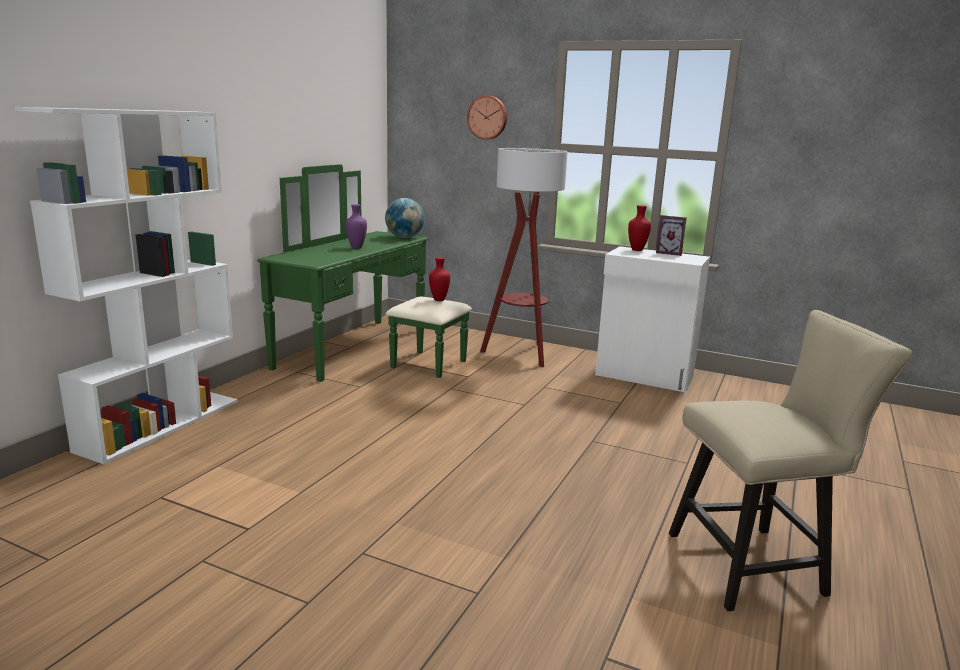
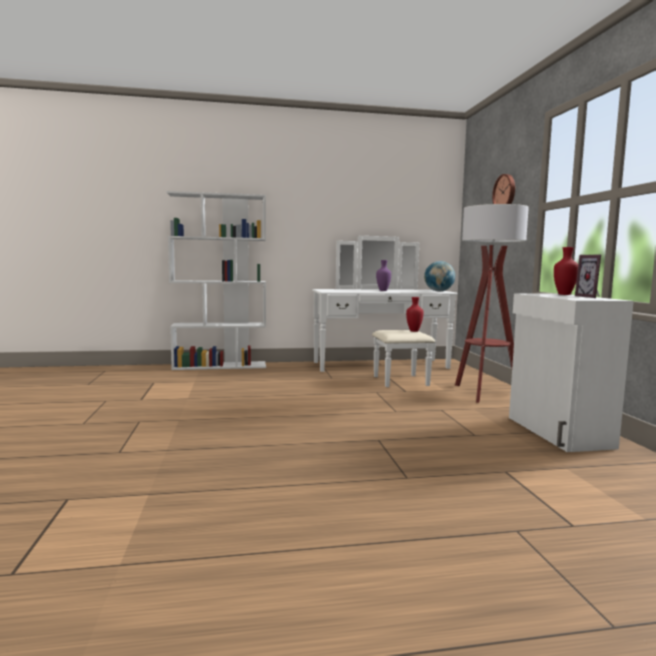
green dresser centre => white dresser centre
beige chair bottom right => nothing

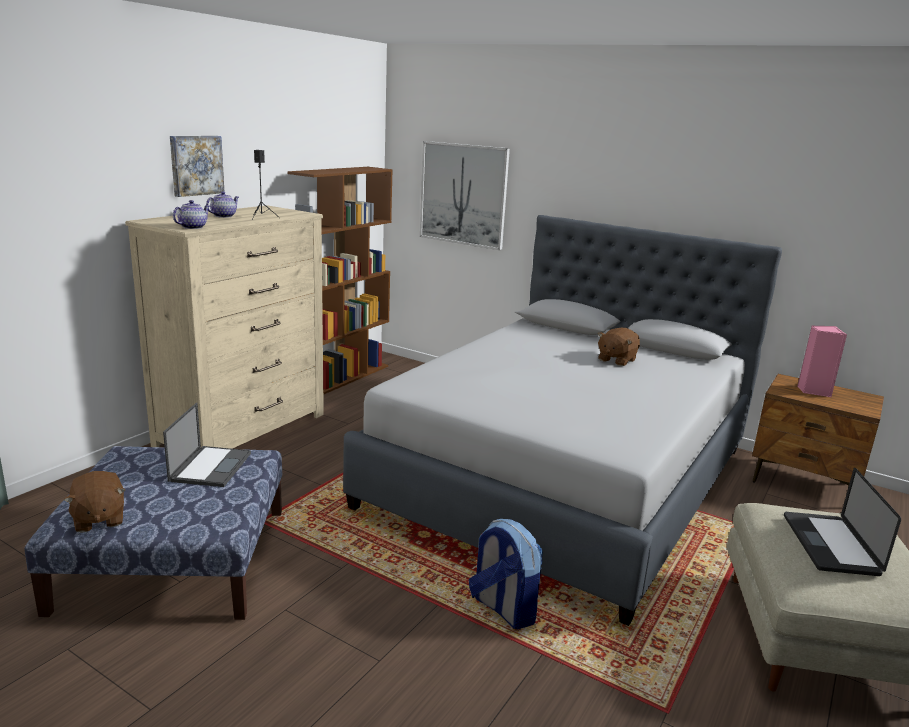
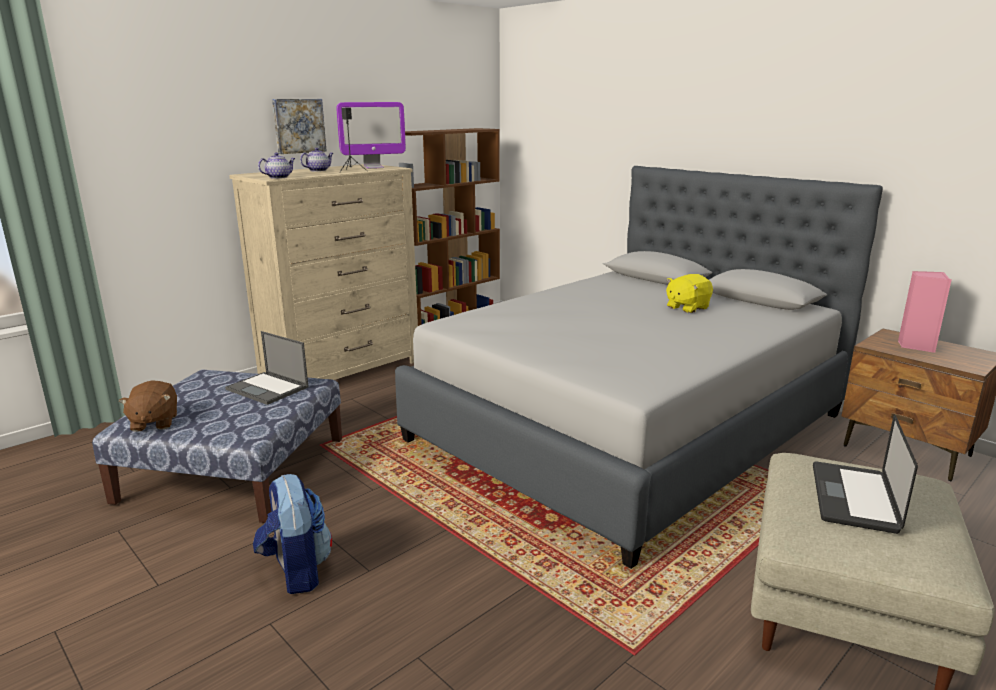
picture (no. 2 from left) top centre => nothing
brown plush toy (no. 2 from left) middle right => yellow plush toy middle right
laptop (no. 1 from left) middle left, 105 degrees clockwise
backpack bottom centre => backpack bottom left, shifted
nothing => monitor top centre

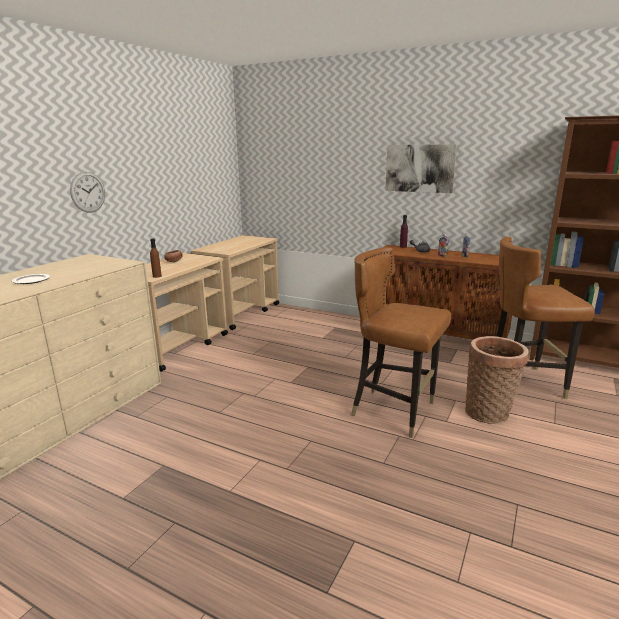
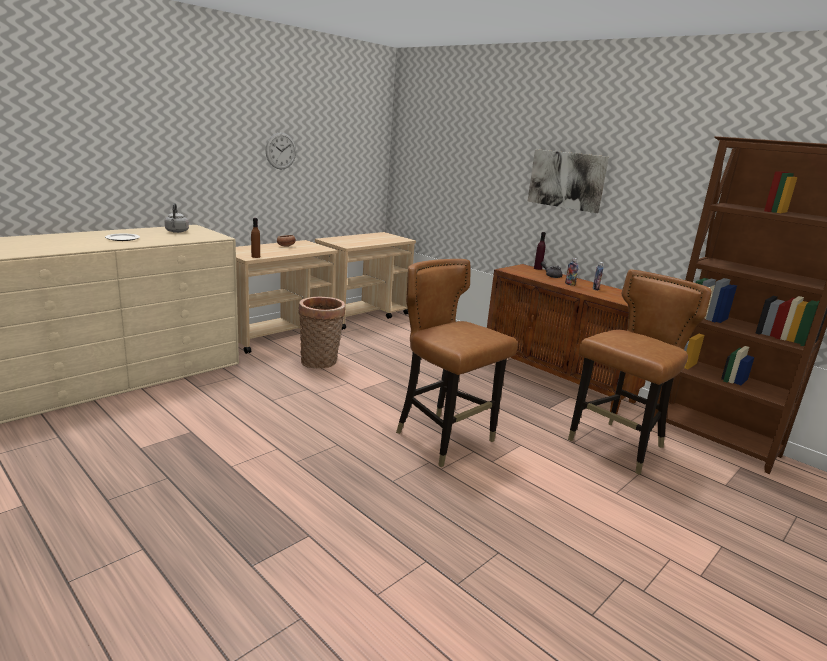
wall clock top left => wall clock top centre, shifted
brown chair (no. 2 from left) middle right, 120 degrees clockwise
basket middle right => basket centre, shifted
nothing => grey kettle top left

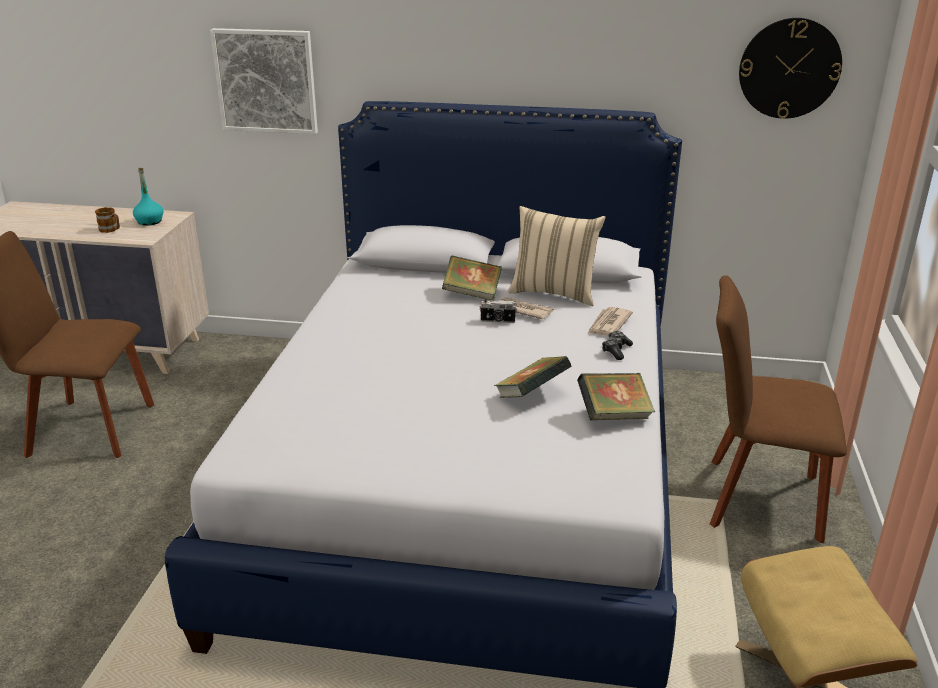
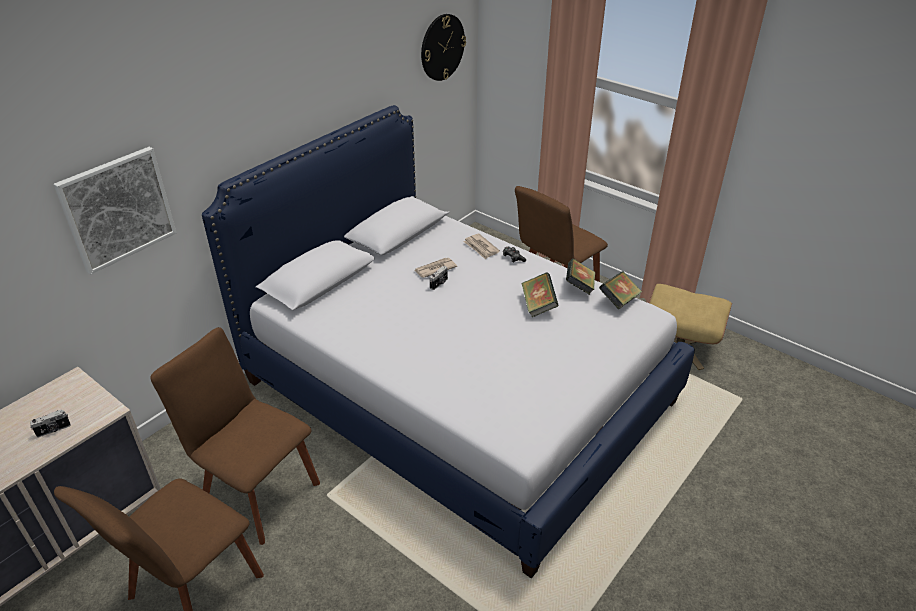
turquoise bottle top left => nothing
beige pillow centre => nothing
mug top left => photo camera (no. 1 from left) bottom left
book (no. 1 from left in the first image) centre => book (no. 3 from left) middle right, shifted
nothing => brown chair (no. 2 from left) bottom left

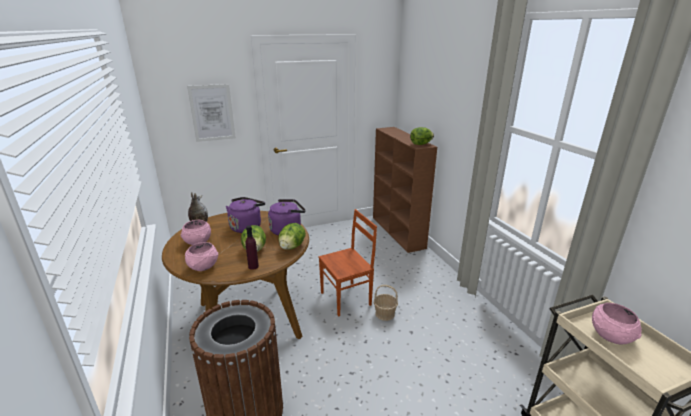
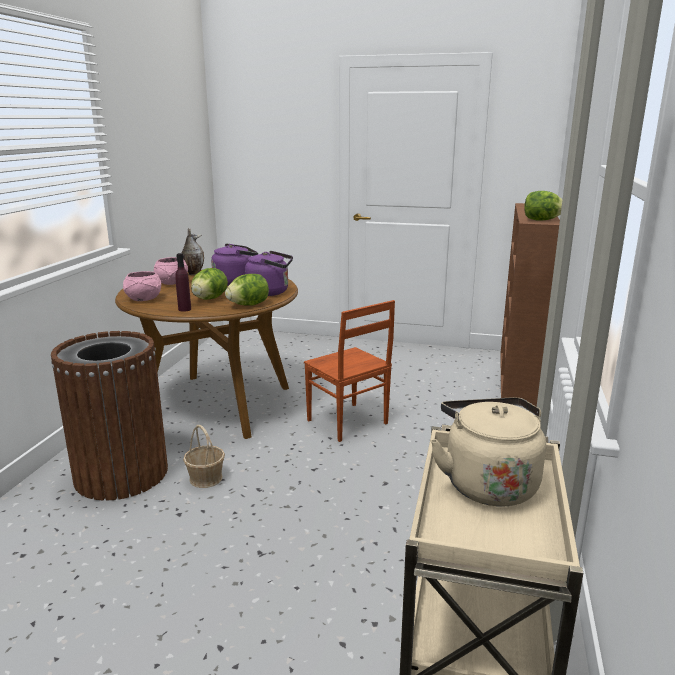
picture top left => nothing
brown chair centre, 45 degrees clockwise
basket bottom centre => basket bottom left, shifted
pink bowl (no. 3 from left) bottom right => beige kettle bottom right

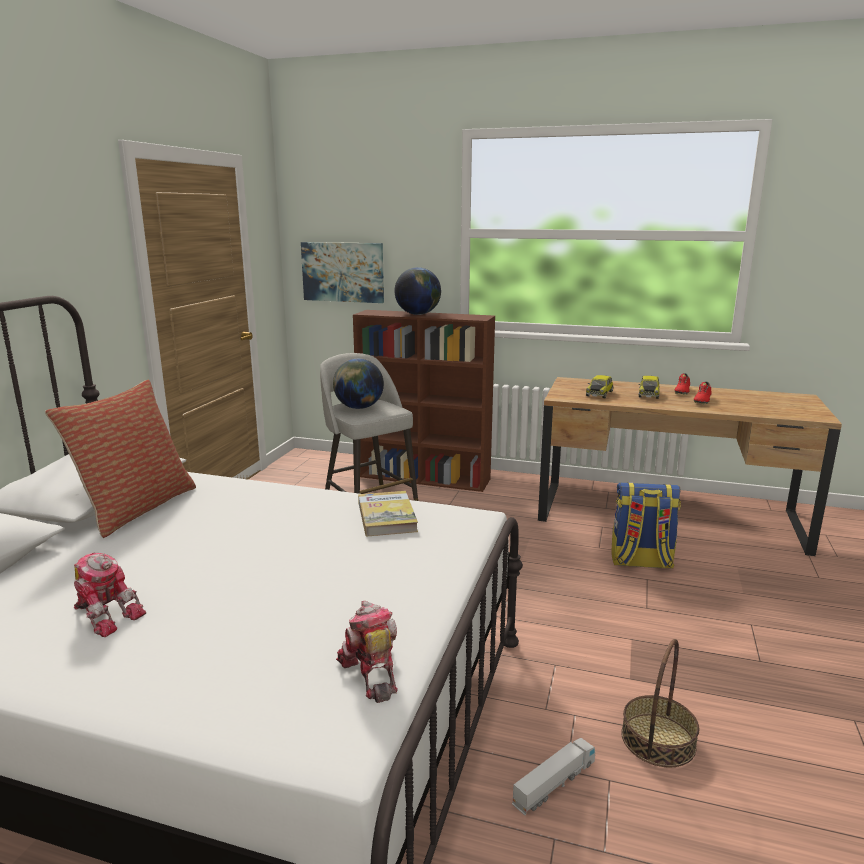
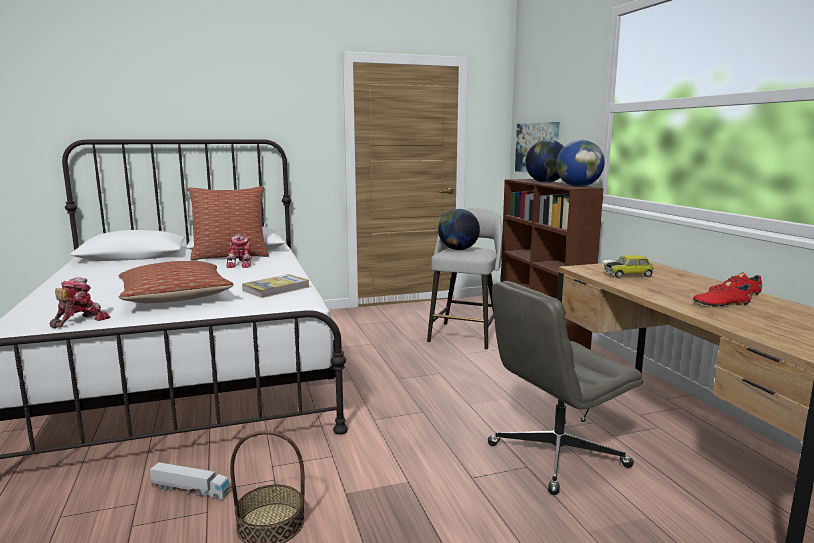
toy car (no. 2 from left) middle right => nothing
backpack middle right => grey office chair bottom right
toy robot (no. 1 from left in the first image) bottom left => toy robot (no. 2 from left) middle left, shifted
nothing => globe (no. 3 from left) top right
nothing => pillow (no. 1 from left) middle left

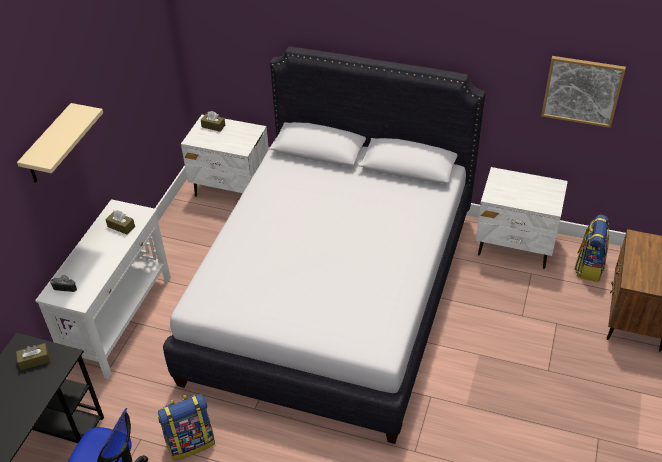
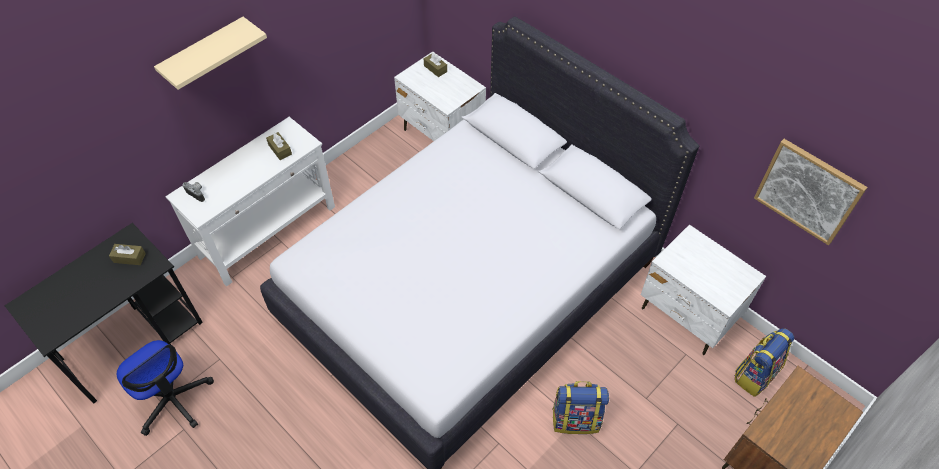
backpack (no. 1 from left) bottom left => backpack (no. 1 from left) bottom centre, shifted

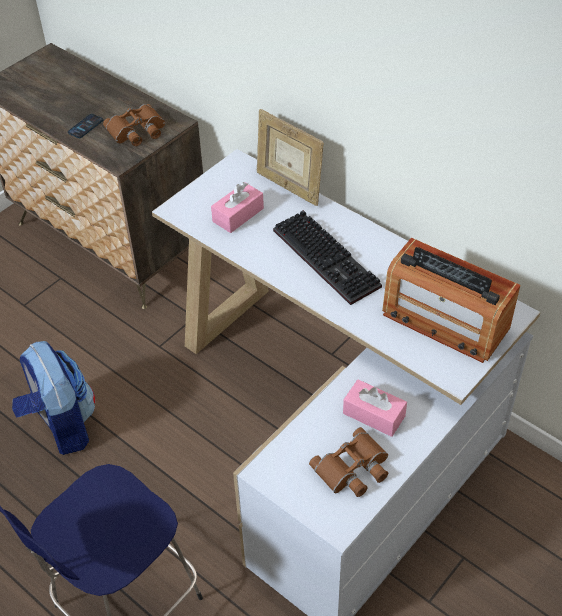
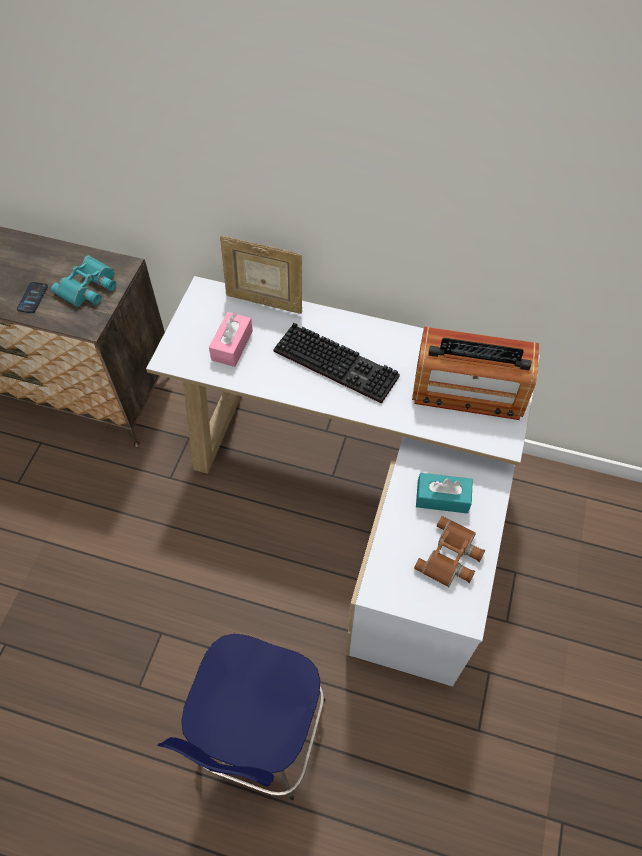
brown binoculars (no. 1 from left) top left => turquoise binoculars top left
backpack middle left => nothing
pink tissue box (no. 2 from left) middle right => turquoise tissue box middle right

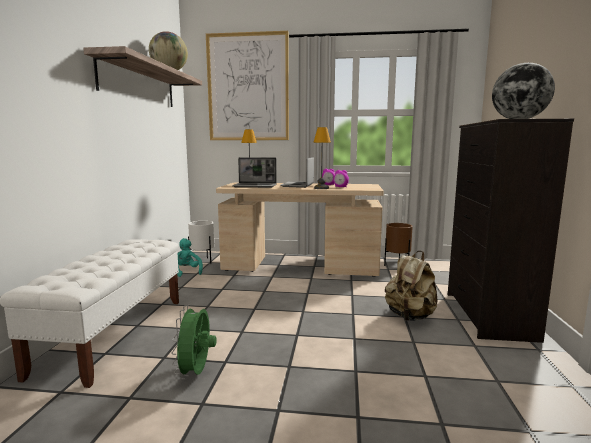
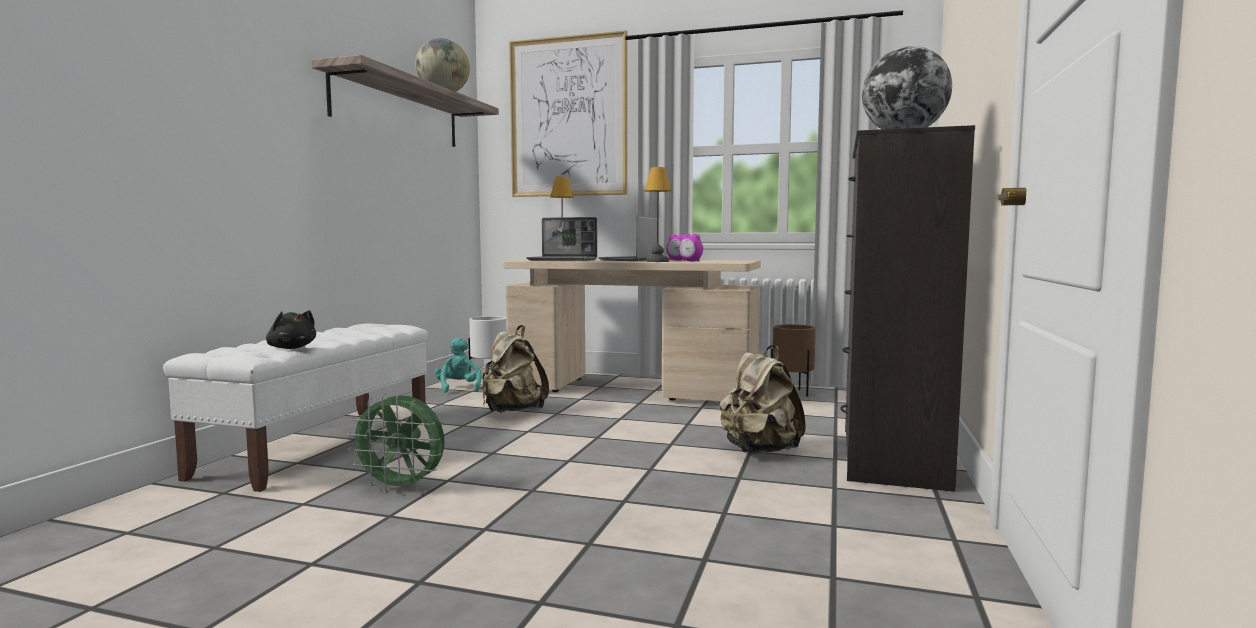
green fan bottom left, 90 degrees counterclockwise
nothing => black plush toy middle left
nothing => beige backpack (no. 1 from left) centre

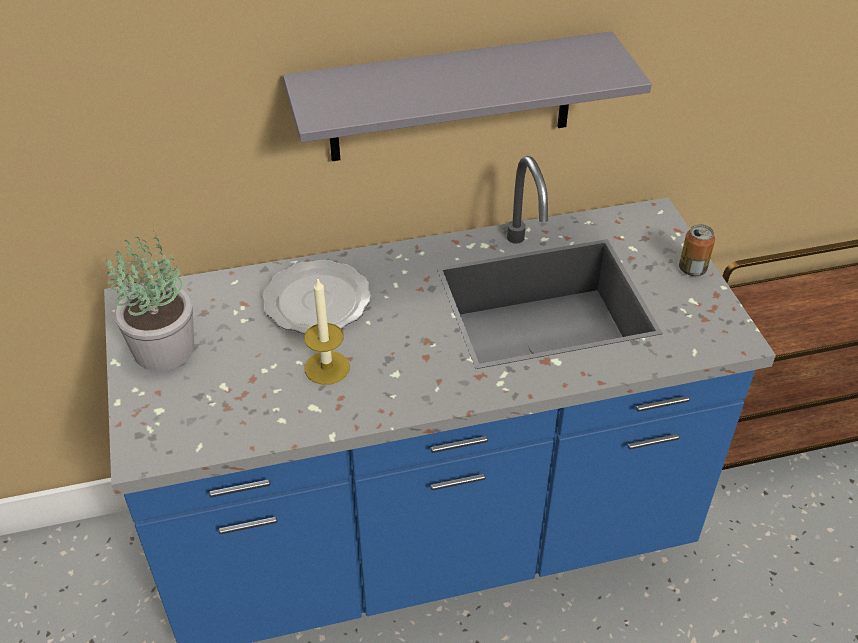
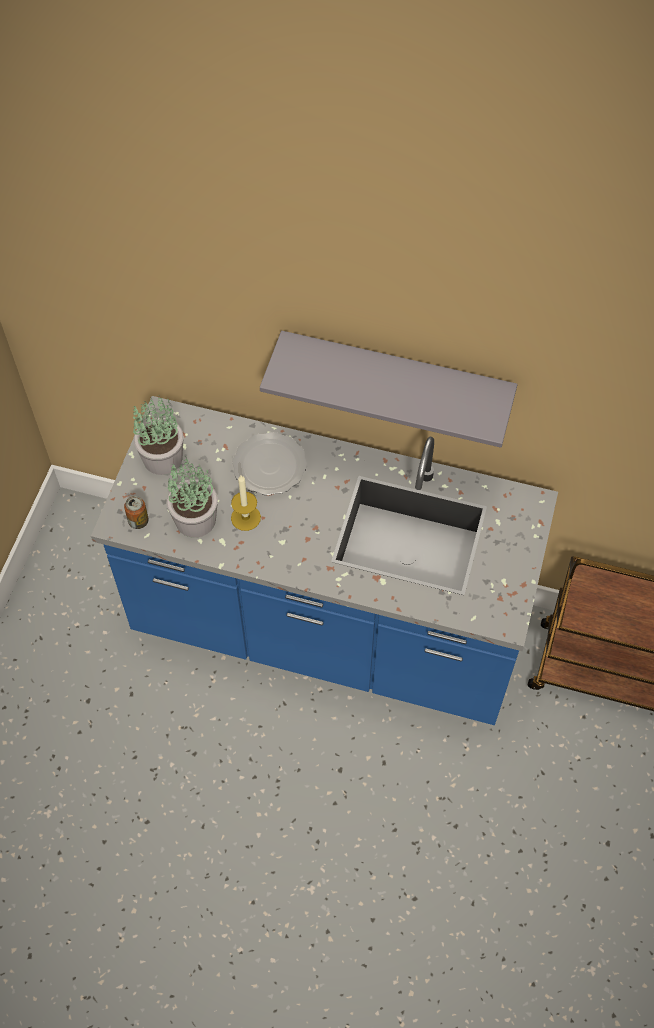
can middle right => can middle left, shifted
nothing => potted plant (no. 2 from left) middle left

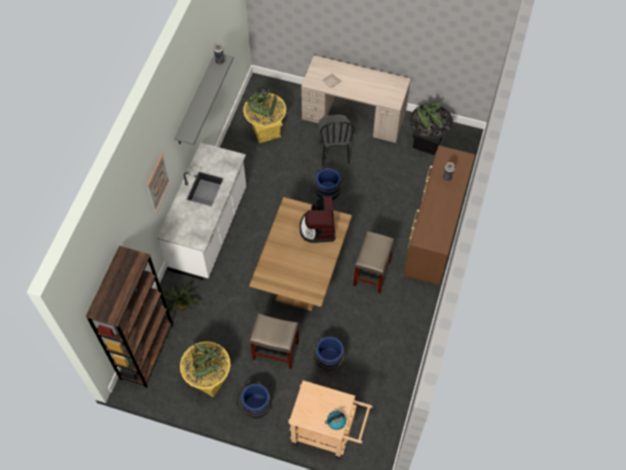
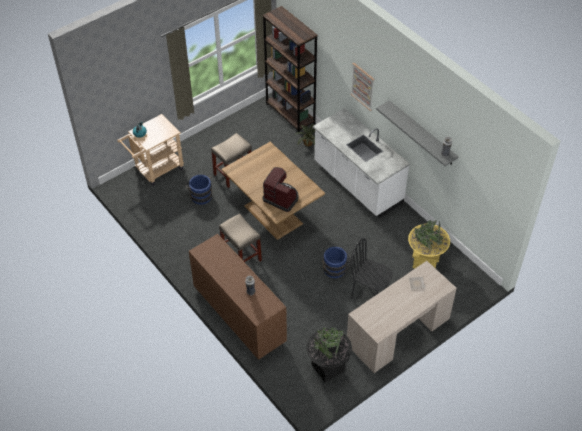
yellow planter (no. 1 from left) bottom left => nothing
blue bucket (no. 1 from left) bottom centre => nothing

